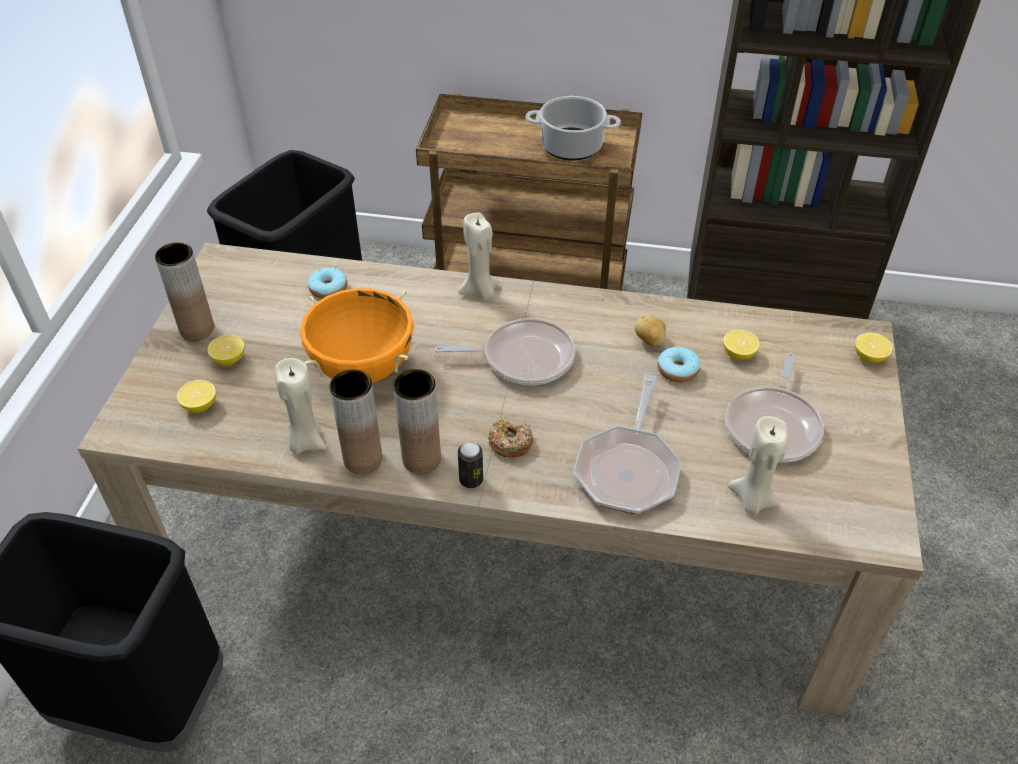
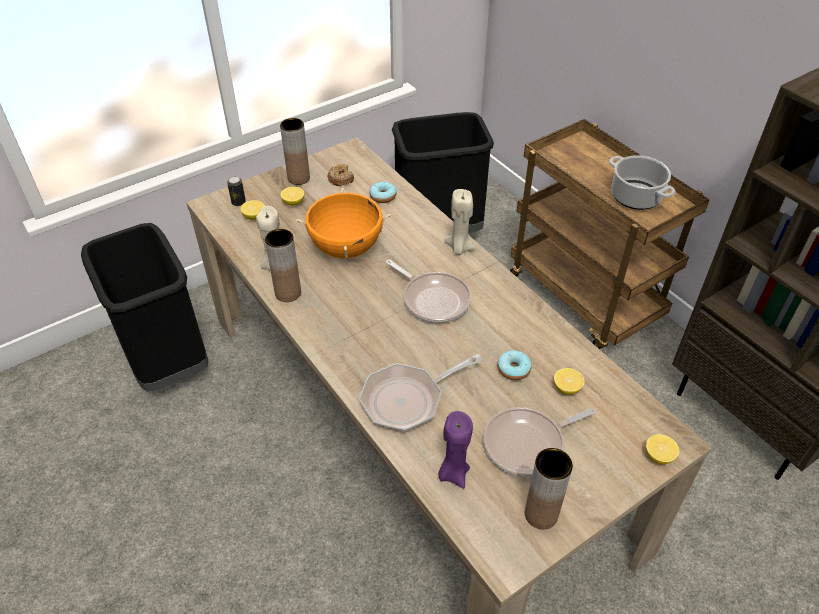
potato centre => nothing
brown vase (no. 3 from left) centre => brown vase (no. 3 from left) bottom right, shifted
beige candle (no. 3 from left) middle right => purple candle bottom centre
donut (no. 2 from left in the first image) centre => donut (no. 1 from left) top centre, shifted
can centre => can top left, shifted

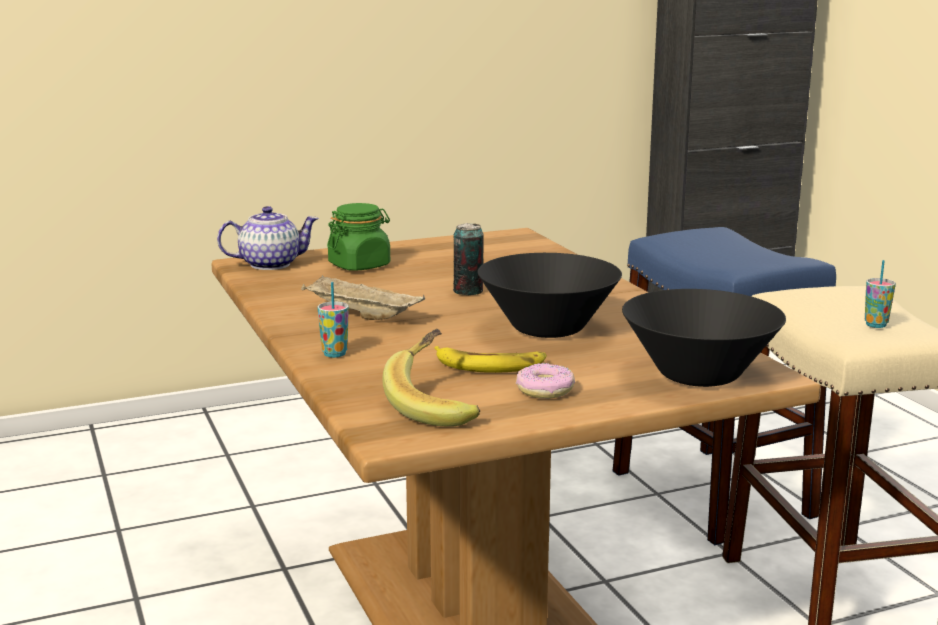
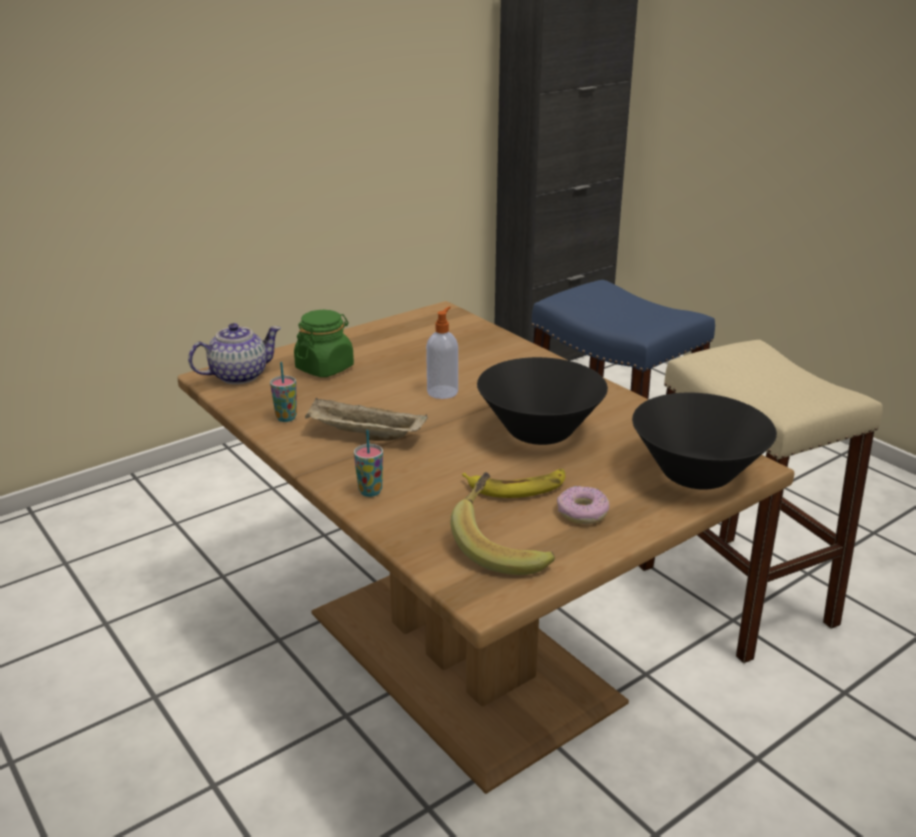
can centre => soap dispenser centre
cup (no. 2 from left in the first image) middle right => cup (no. 1 from left) middle left, shifted

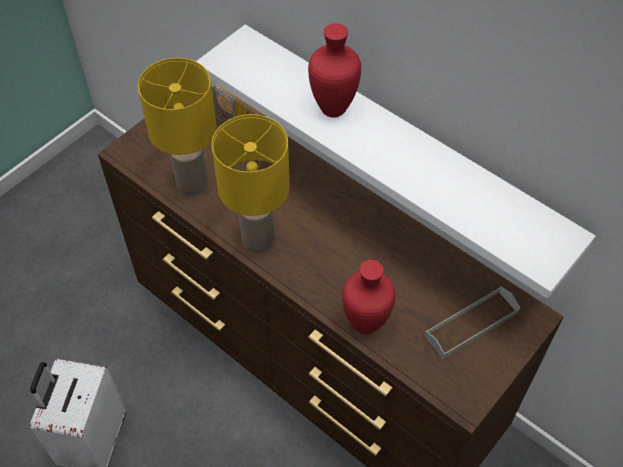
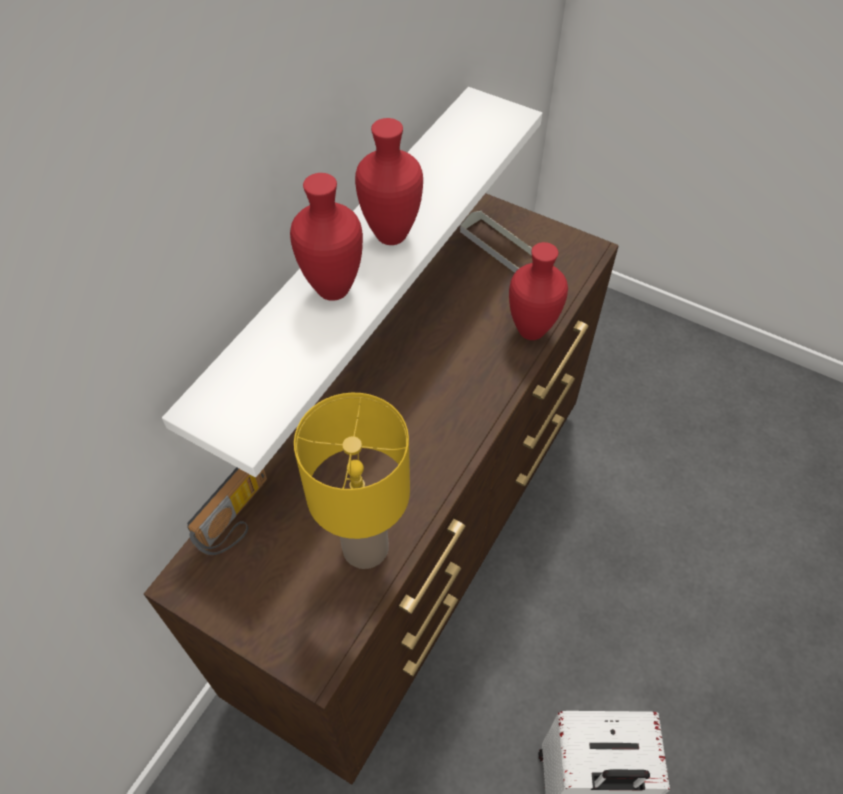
yellow table lamp (no. 2 from left) centre => nothing
nothing => red vase (no. 2 from left) top centre

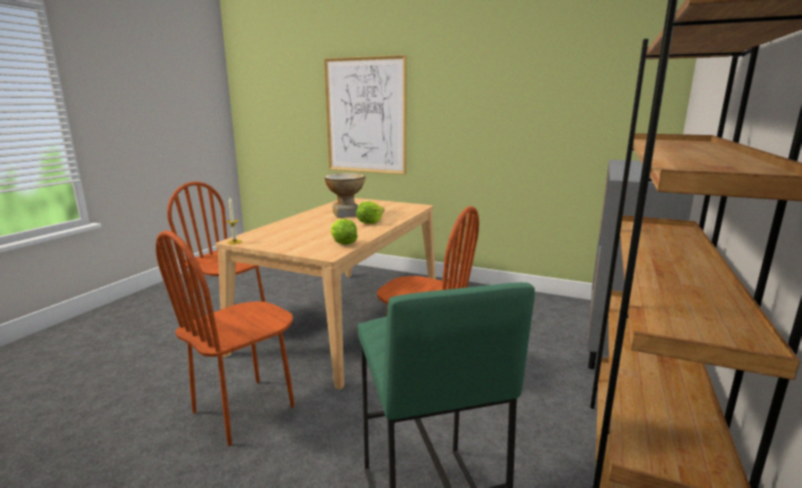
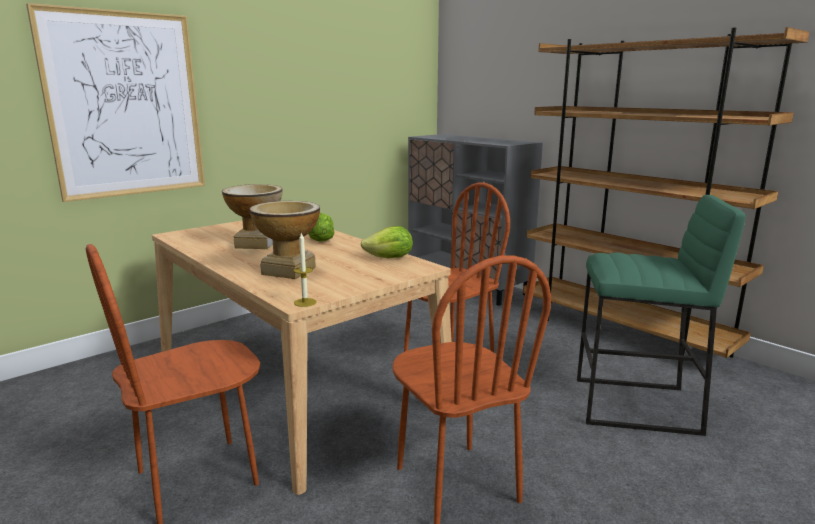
nothing => vase (no. 2 from left) centre

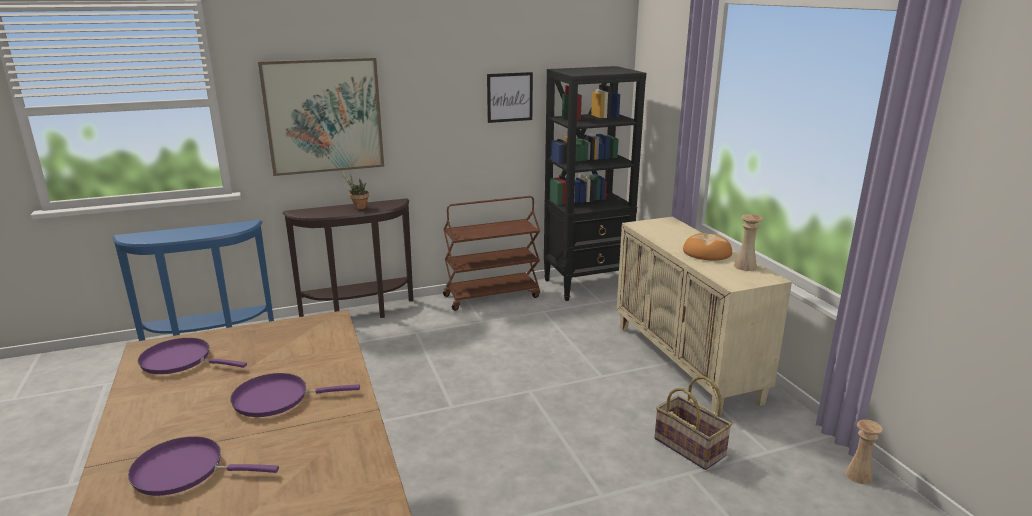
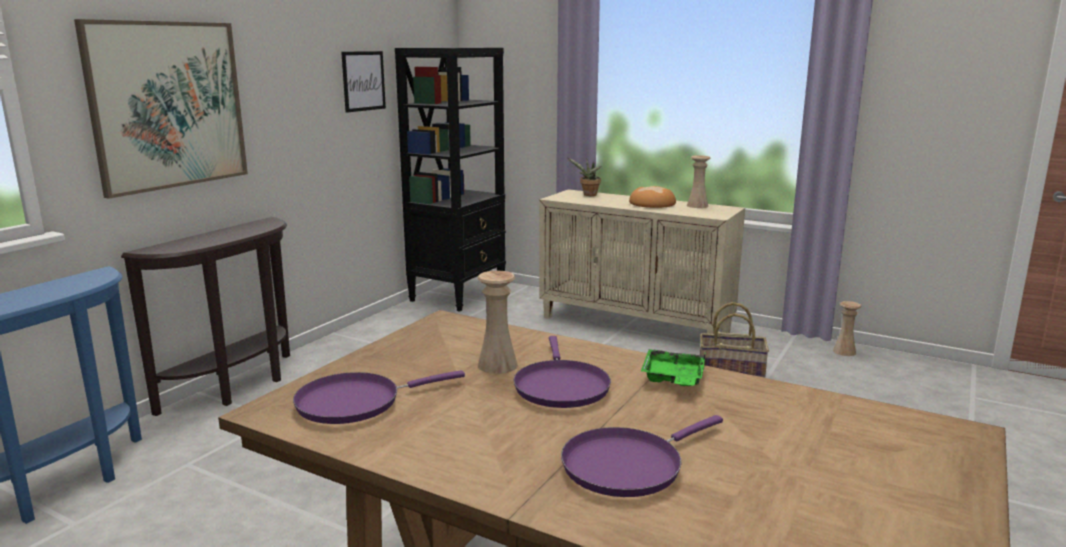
potted plant centre => potted plant top centre, shifted
brown cart centre => nothing
purple frying pan (no. 3 from left in the first image) bottom left => purple frying pan (no. 2 from left) bottom centre, 45 degrees counterclockwise
nothing => beige vase (no. 1 from left) centre
nothing => green tray bottom centre

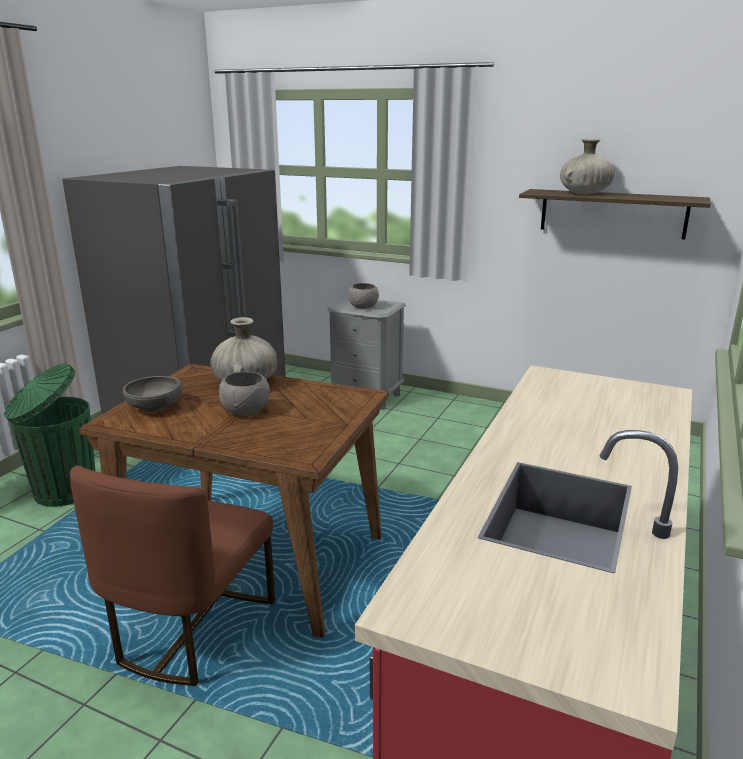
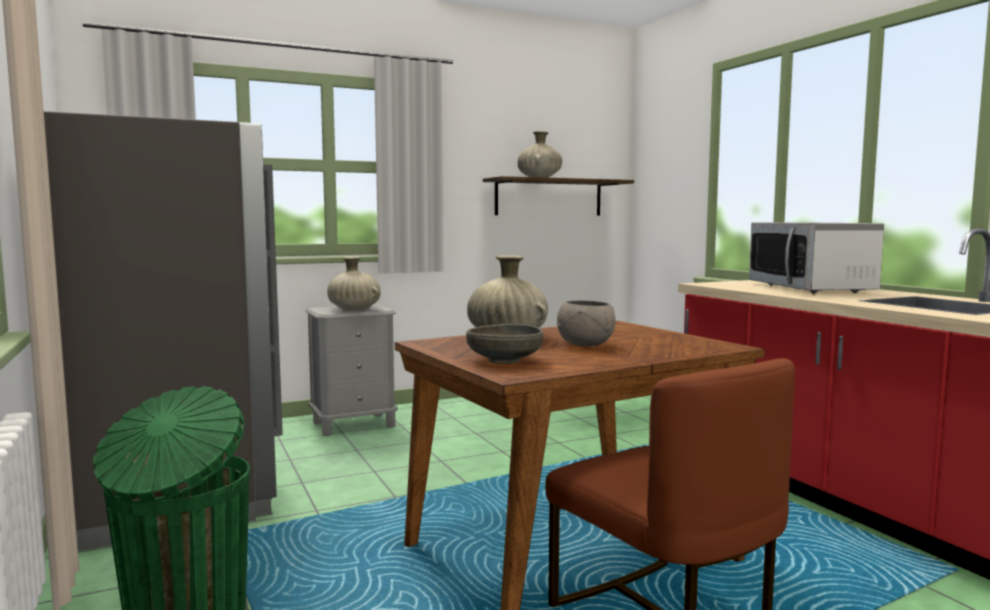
grey bowl (no. 3 from left) centre => beige vase (no. 1 from left) centre
nothing => microwave middle right

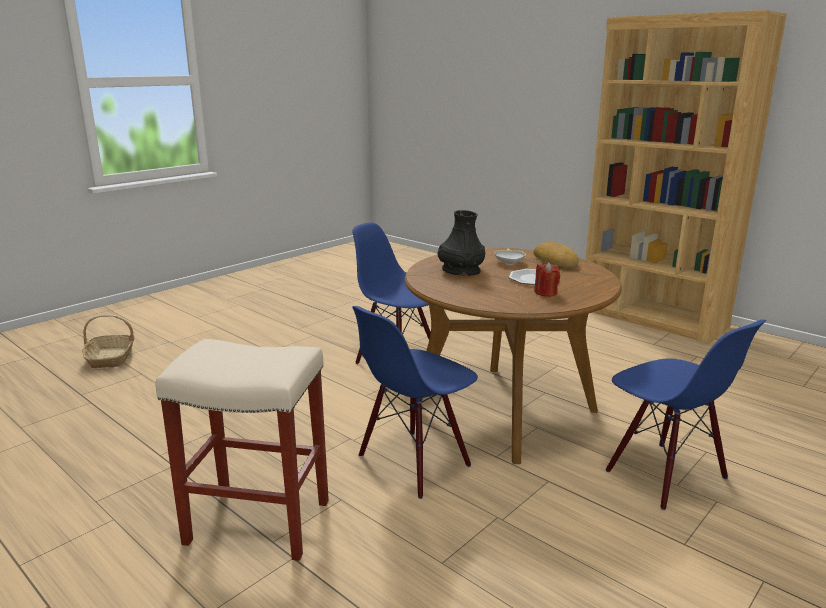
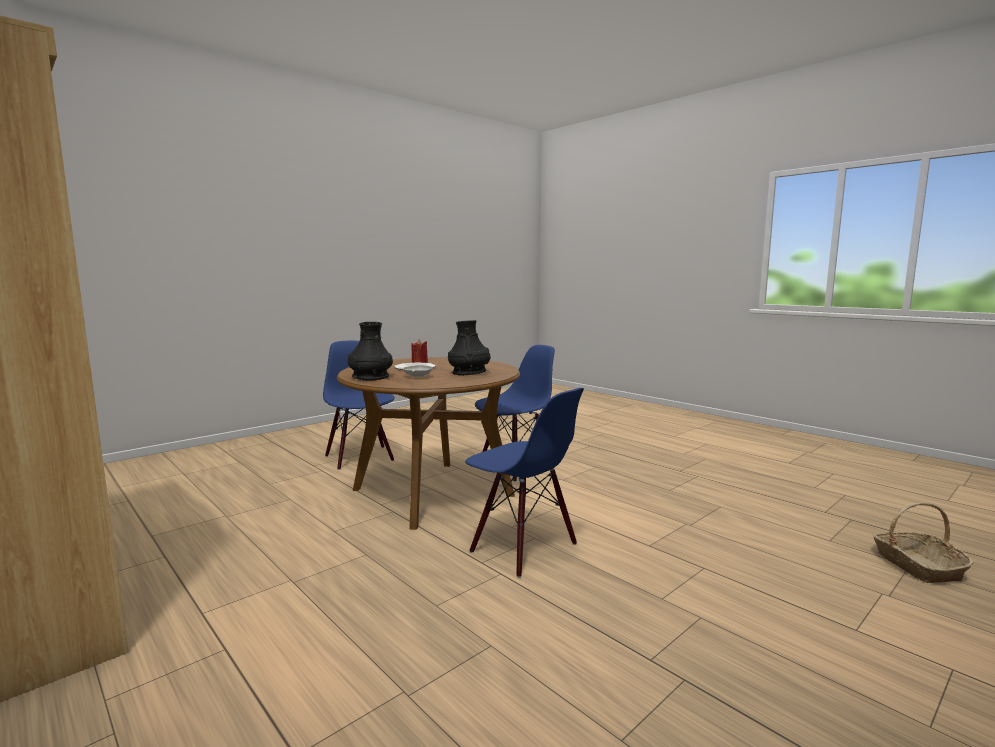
bread middle right => black vase (no. 1 from left) centre
beige stool bottom left => nothing

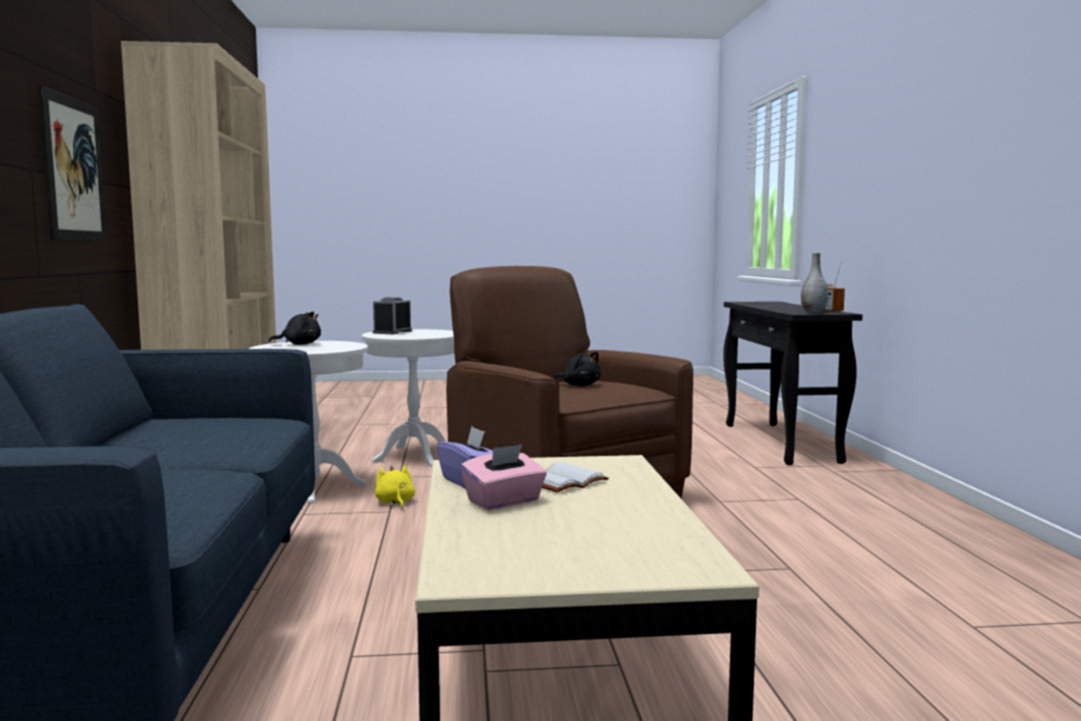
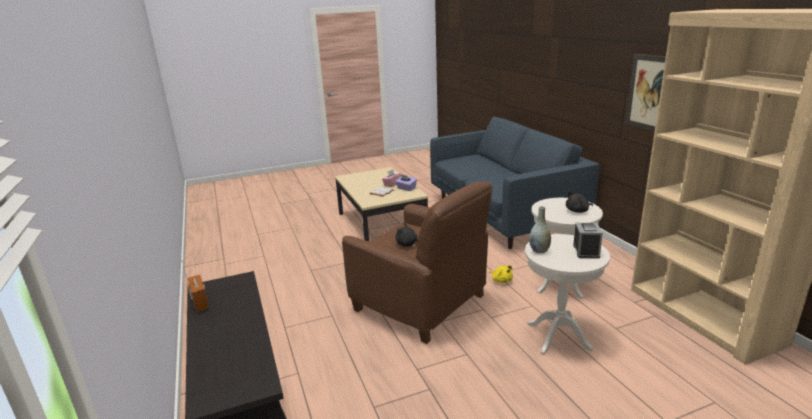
grey vase middle right => grey vase centre, shifted

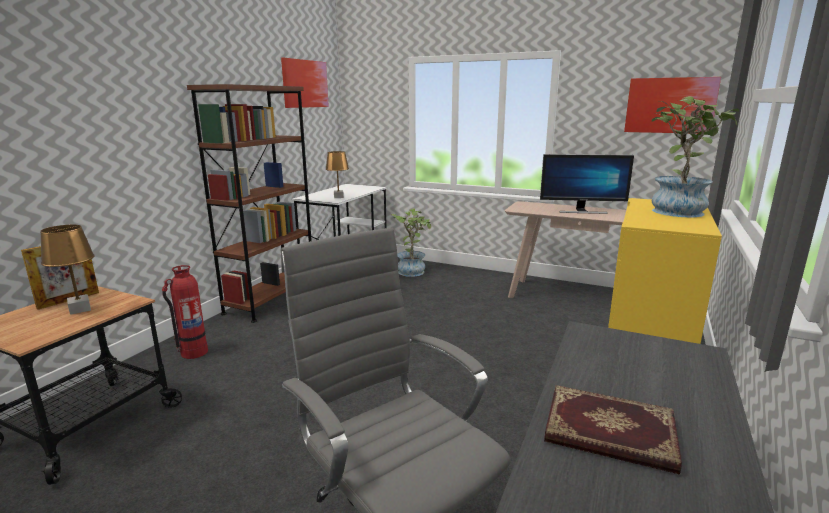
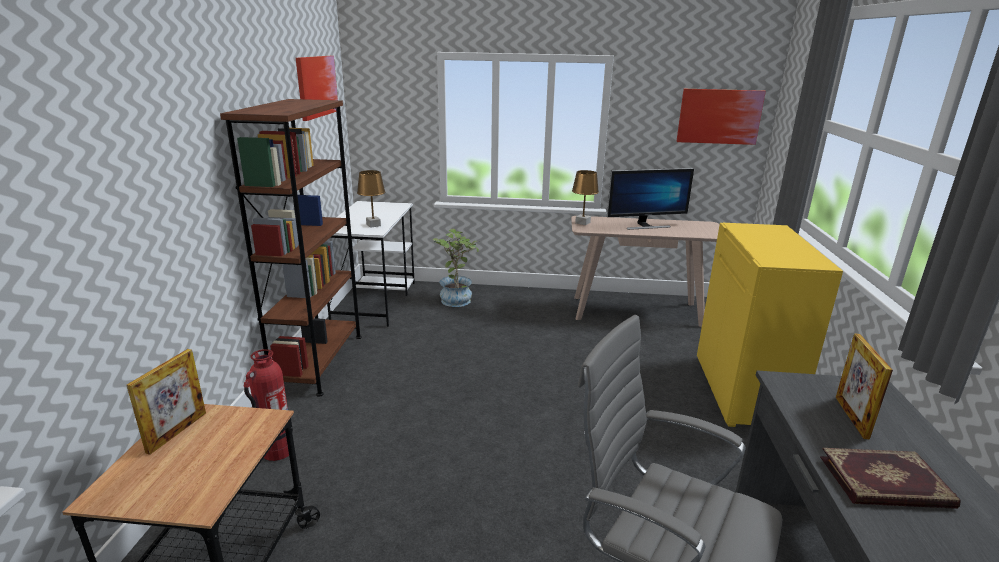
potted plant (no. 2 from left) top right => nothing
brown table lamp (no. 1 from left in the first image) middle left => brown table lamp (no. 2 from left) centre, shifted
nothing => picture frame (no. 2 from left) bottom right

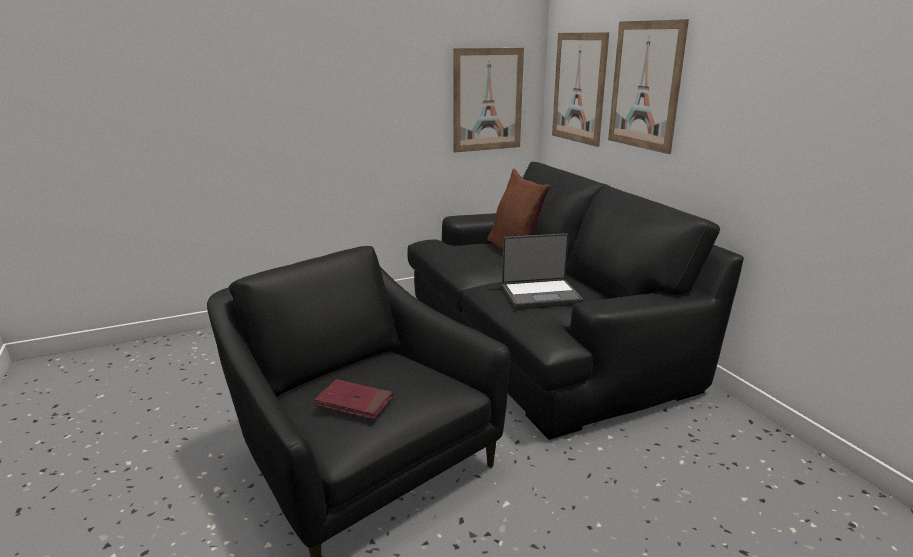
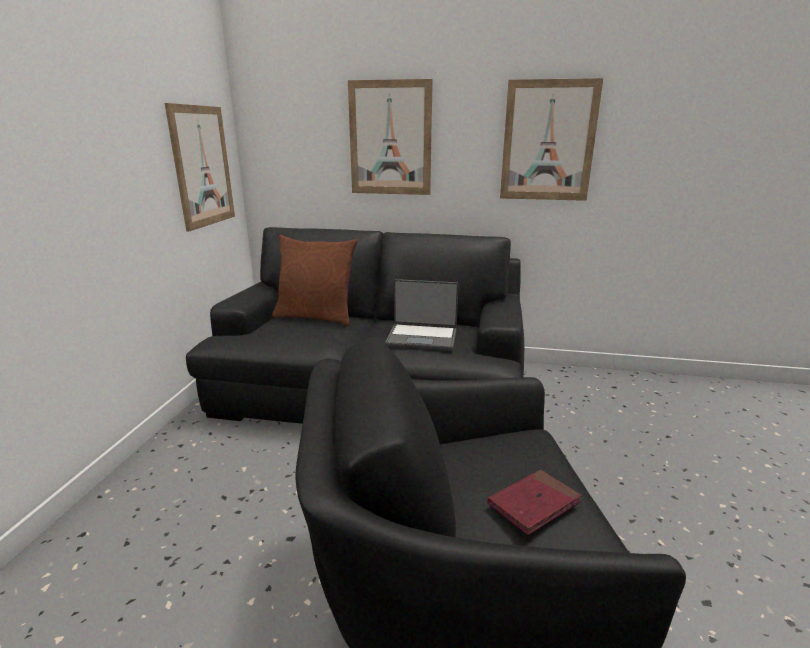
picture (no. 2 from left in the first image) top centre => picture (no. 3 from left) top right, shifted
laptop centre, 75 degrees clockwise

